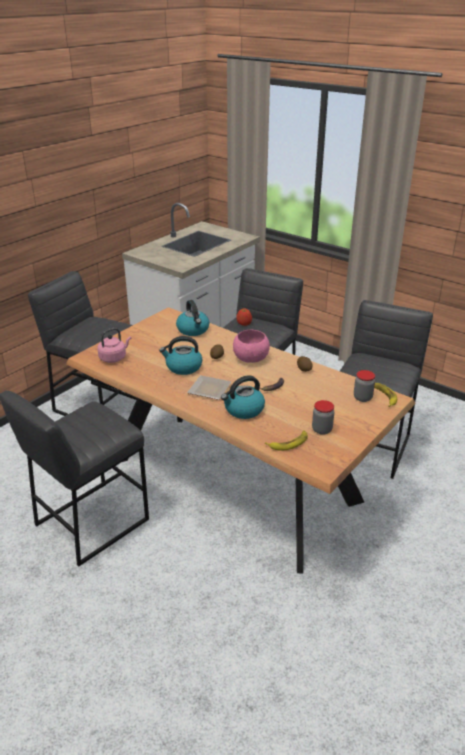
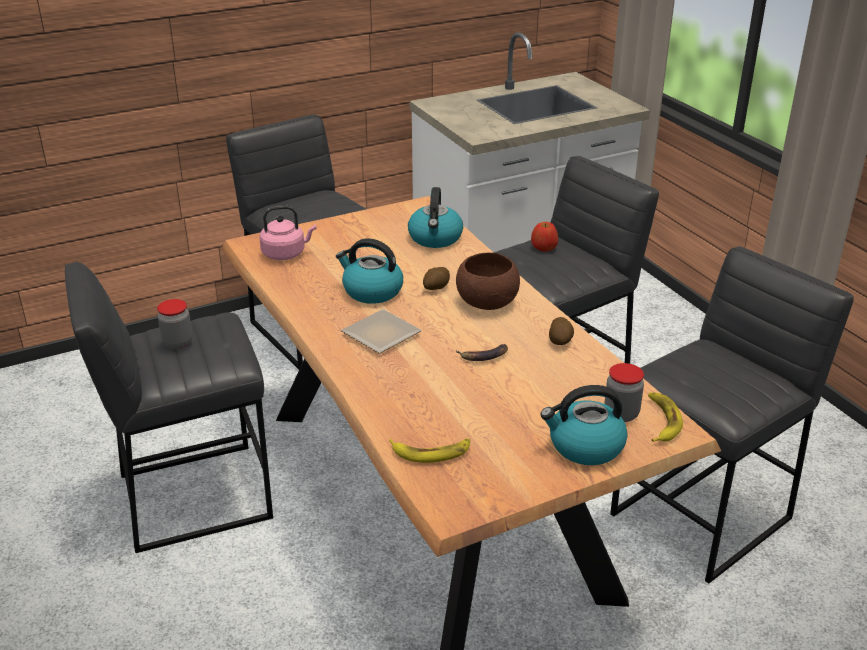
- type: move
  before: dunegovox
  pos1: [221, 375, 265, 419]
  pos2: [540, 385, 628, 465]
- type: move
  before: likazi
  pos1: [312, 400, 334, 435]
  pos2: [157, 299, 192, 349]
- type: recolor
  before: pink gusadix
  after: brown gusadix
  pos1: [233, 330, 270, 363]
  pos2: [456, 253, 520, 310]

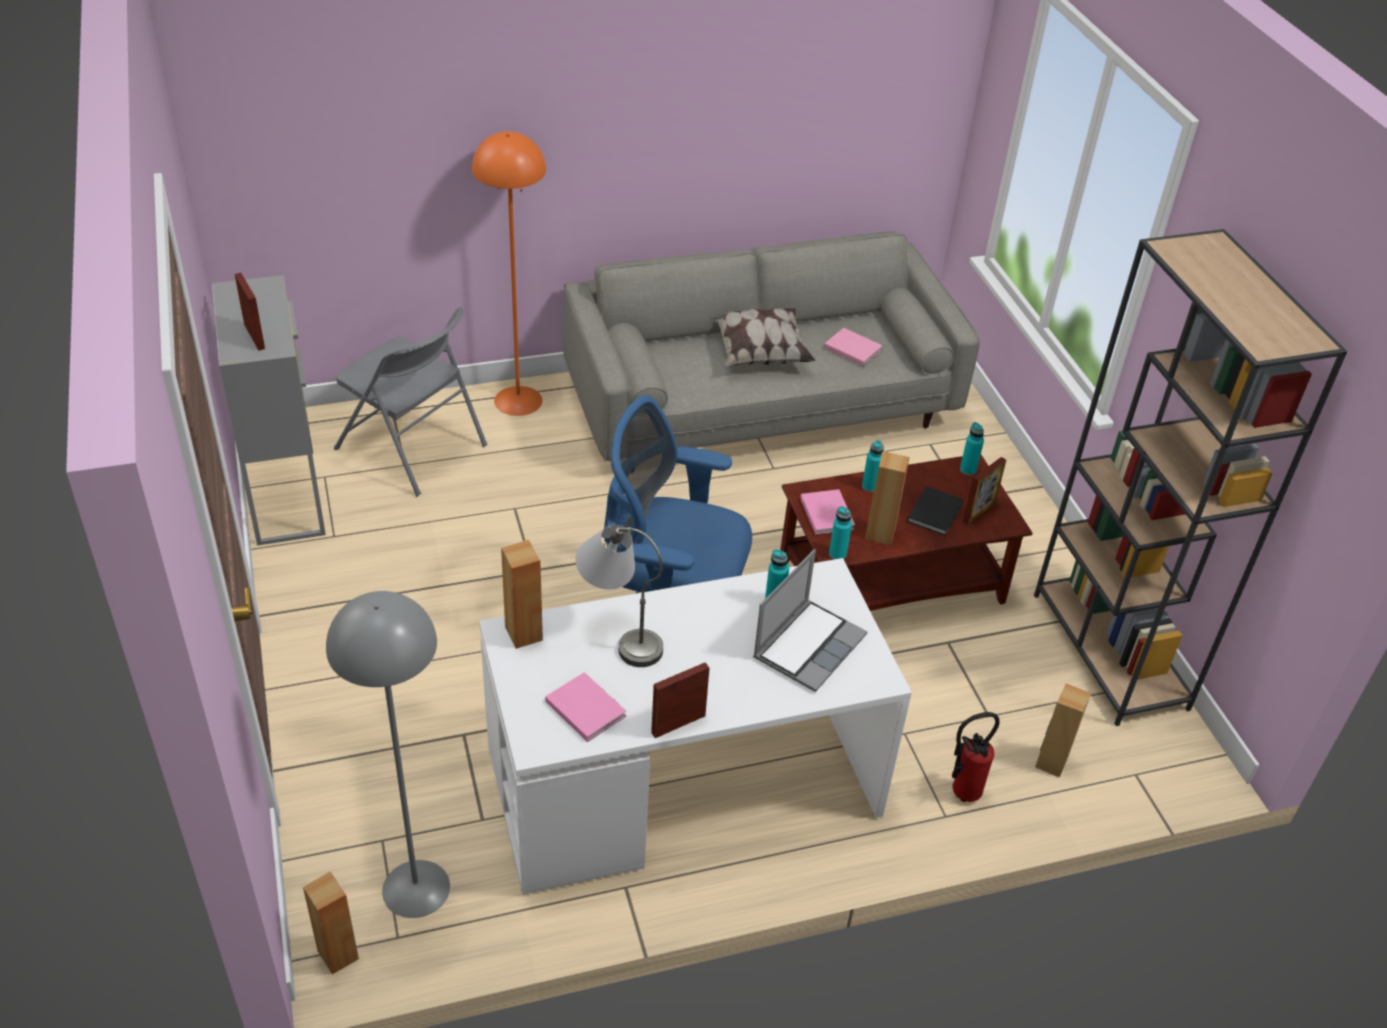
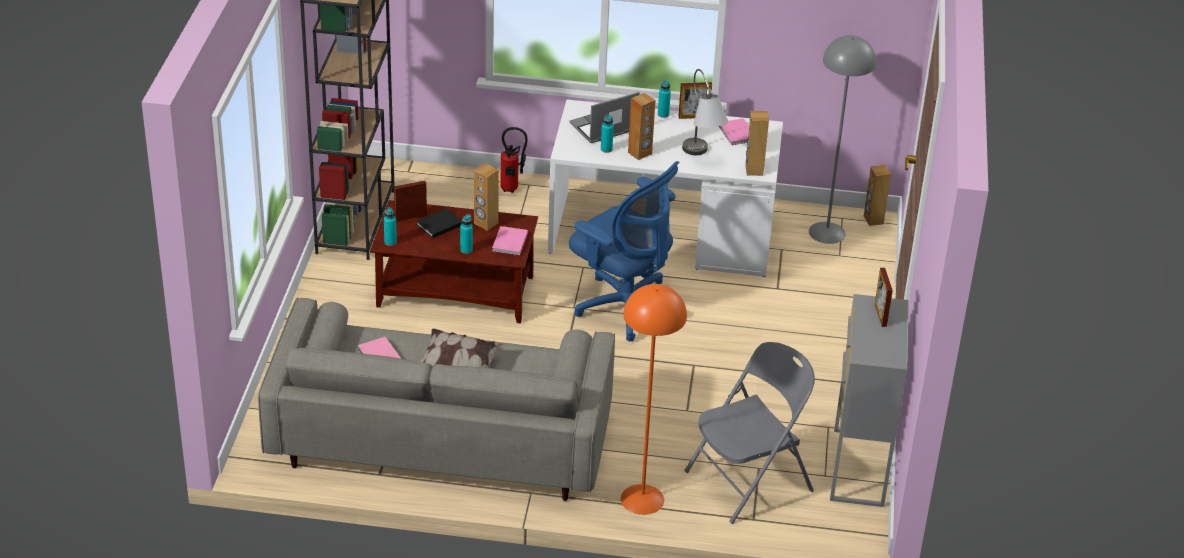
- type: move
  before: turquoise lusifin
  pos1: [829, 506, 852, 560]
  pos2: [658, 80, 671, 118]
- type: move
  before: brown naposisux
  pos1: [1035, 684, 1091, 778]
  pos2: [628, 93, 655, 160]
- type: rotate
  before: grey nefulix
  pos1: [334, 307, 487, 497]
  pos2: [684, 342, 815, 524]
  turn: 90

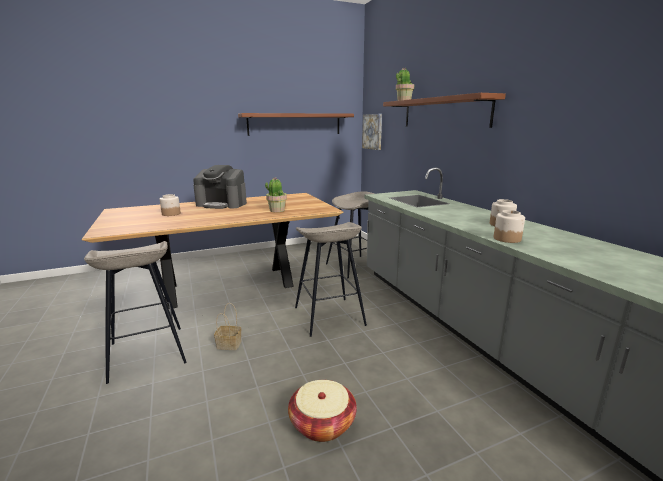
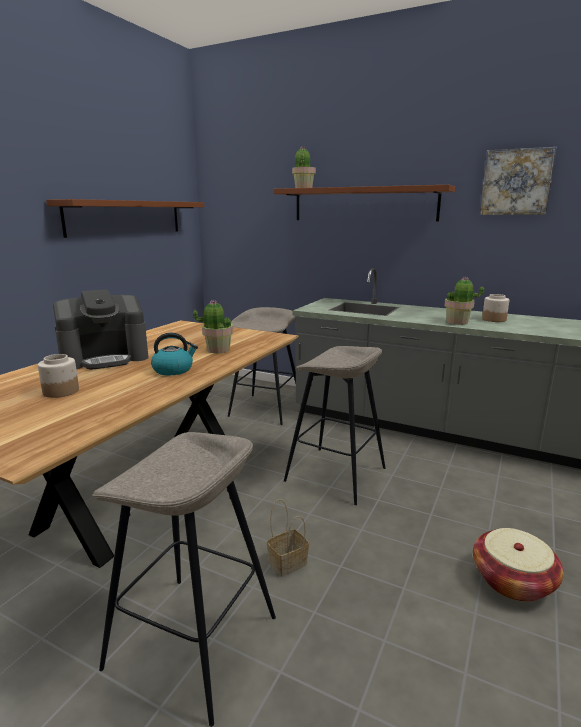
- type: delete
  before: likazi
  pos1: [494, 210, 525, 243]
- type: insert
  after: dunegovox
  pos2: [151, 333, 198, 375]
- type: insert
  after: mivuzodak
  pos2: [444, 277, 484, 325]
- type: move
  before: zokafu
  pos1: [362, 114, 382, 150]
  pos2: [479, 147, 557, 215]

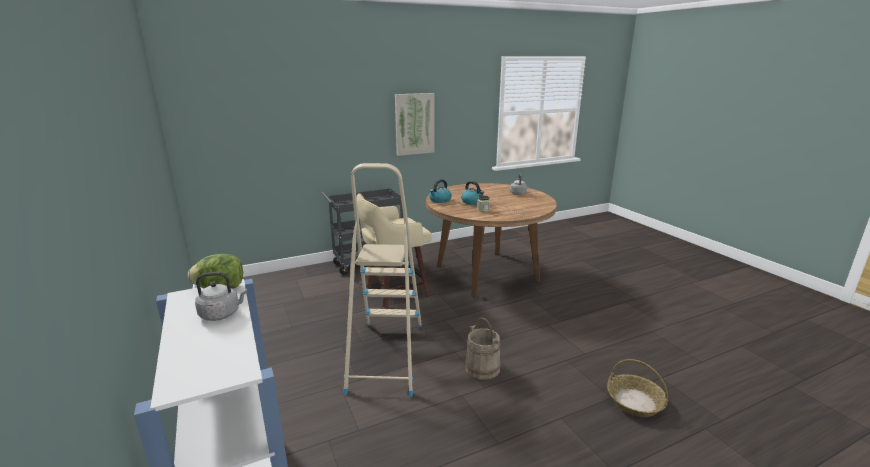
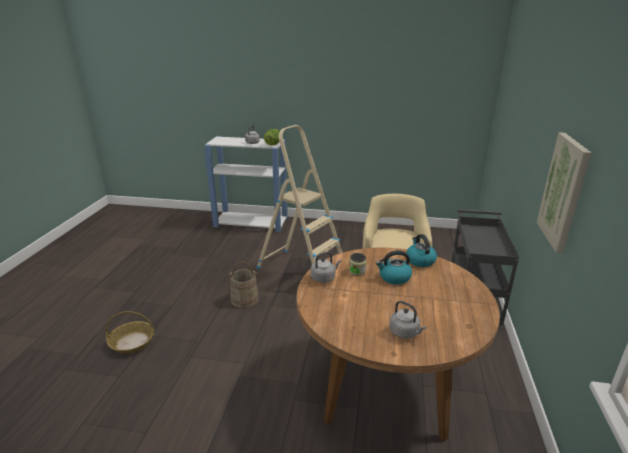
- type: insert
  after: grey dunegovox
  pos2: [311, 252, 341, 283]

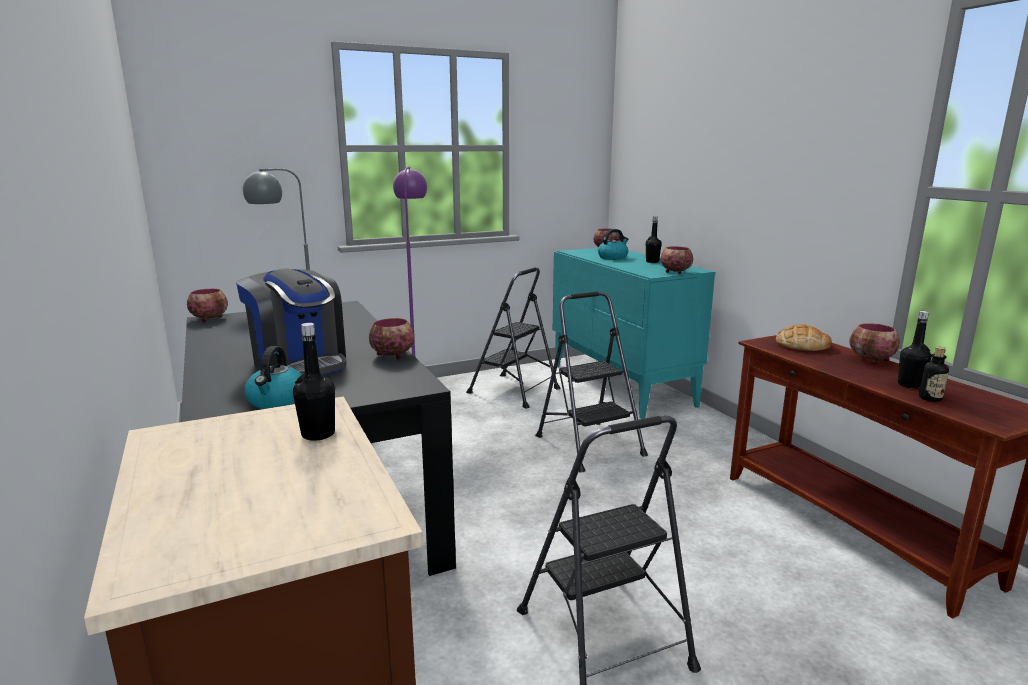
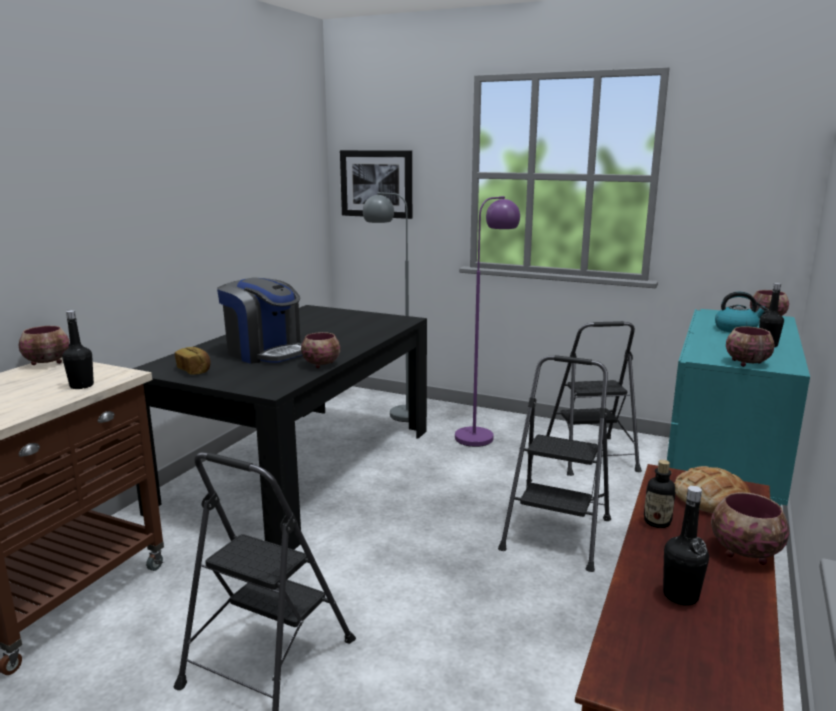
- type: insert
  after: zokafu
  pos2: [340, 150, 412, 219]
- type: move
  before: gusadix
  pos1: [187, 288, 228, 322]
  pos2: [19, 326, 70, 365]
- type: move
  before: lusifin
  pos1: [919, 347, 949, 402]
  pos2: [644, 460, 676, 528]
- type: replace
  before: dunegovox
  after: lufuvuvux
  pos1: [244, 346, 301, 409]
  pos2: [175, 347, 210, 375]
- type: rotate
  before: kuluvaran
  pos1: [236, 269, 347, 375]
  pos2: [217, 277, 302, 364]
  turn: -60

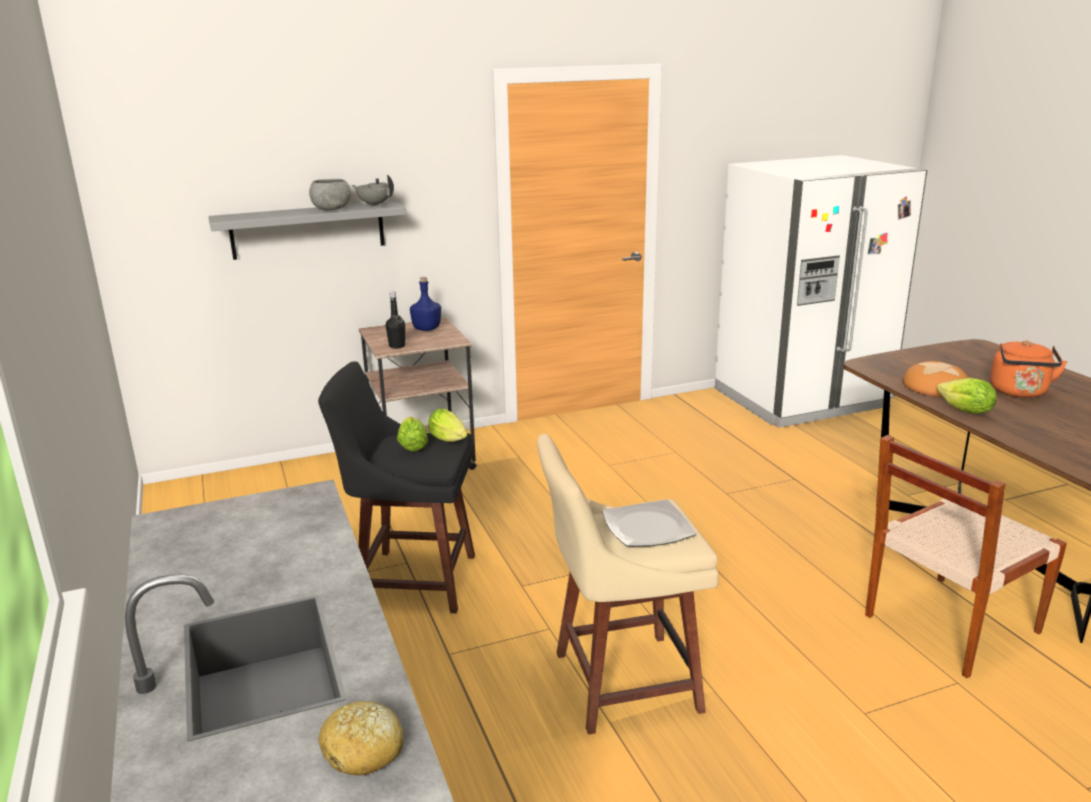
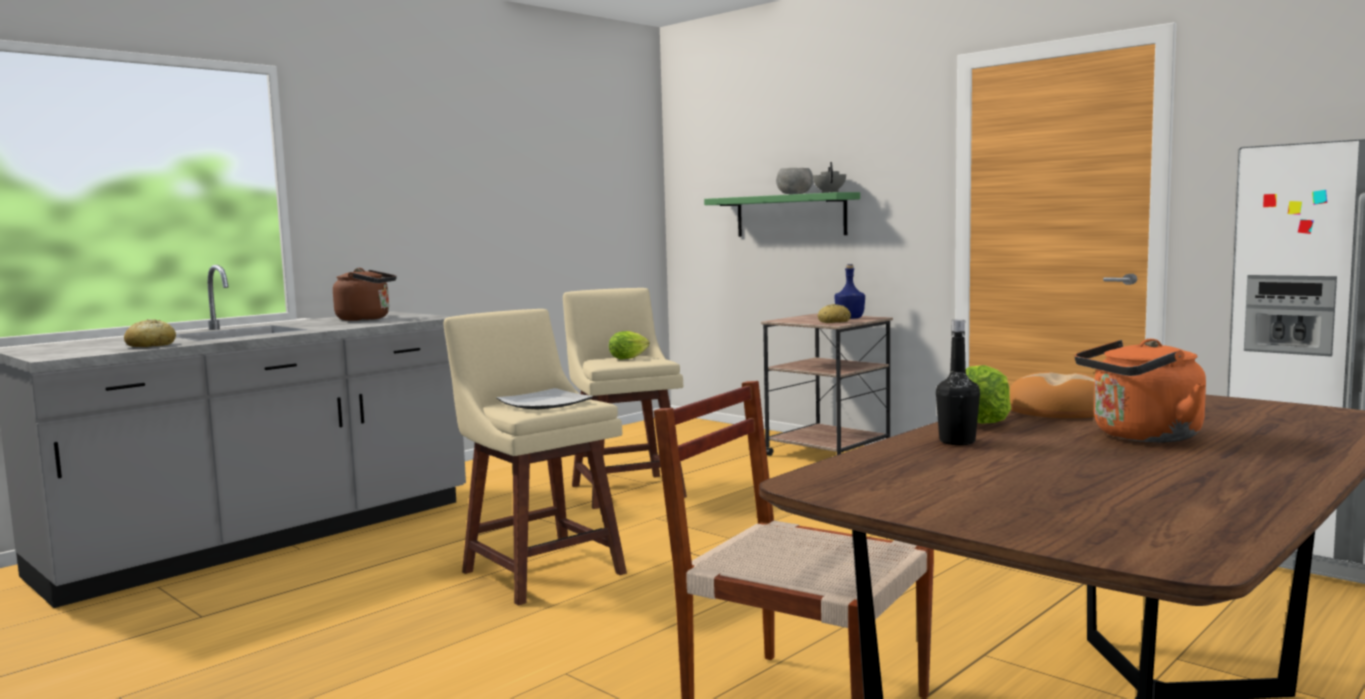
- type: delete
  before: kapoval
  pos1: [428, 408, 467, 442]
- type: insert
  after: brown dunegovox
  pos2: [333, 268, 397, 321]
- type: insert
  after: lufuvuvux
  pos2: [818, 304, 851, 323]
- type: move
  before: black lusifin
  pos1: [386, 291, 405, 349]
  pos2: [936, 319, 980, 445]
- type: recolor
  before: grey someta
  after: green someta
  pos1: [208, 201, 406, 260]
  pos2: [704, 192, 860, 237]
- type: recolor
  before: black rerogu
  after: beige rerogu
  pos1: [318, 361, 475, 613]
  pos2: [563, 288, 687, 509]

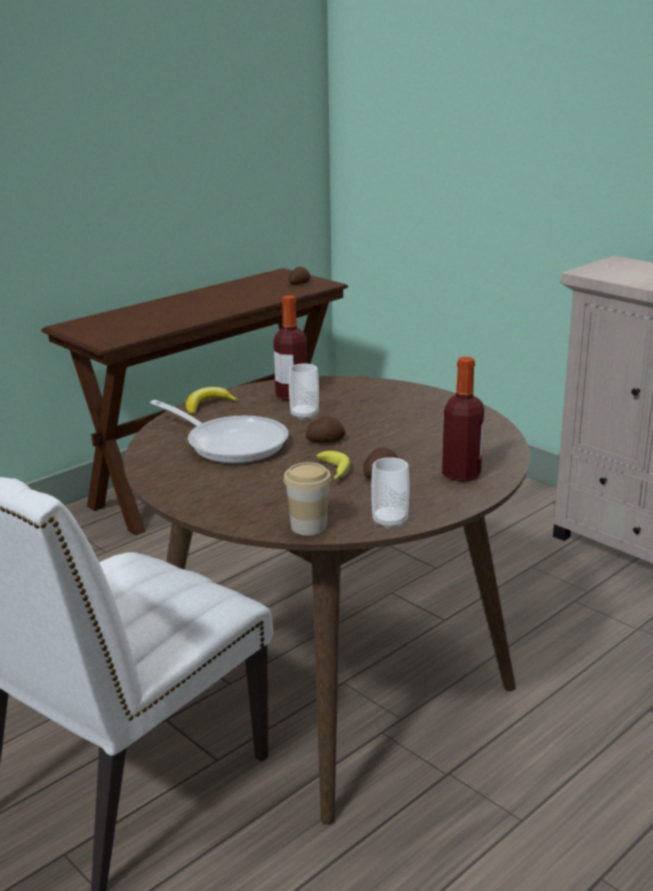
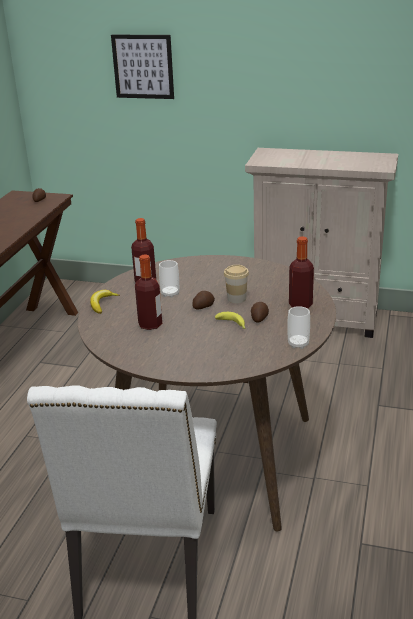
- type: insert
  after: zokafu
  pos2: [111, 35, 174, 99]
- type: move
  before: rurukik
  pos1: [283, 462, 331, 535]
  pos2: [224, 265, 249, 303]
- type: replace
  before: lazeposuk
  after: lusifin
  pos1: [150, 400, 289, 464]
  pos2: [135, 254, 162, 330]

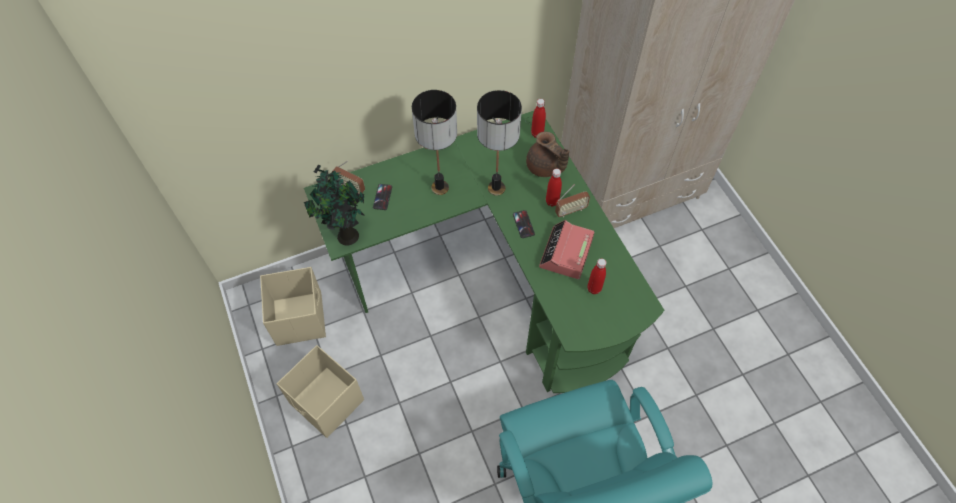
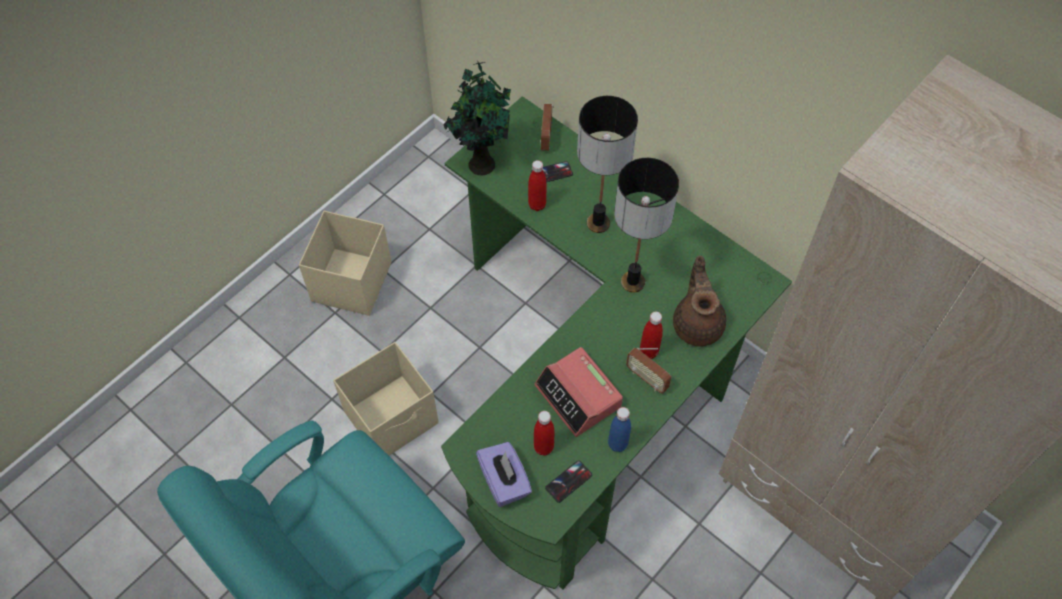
- type: insert
  after: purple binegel
  pos2: [476, 442, 532, 507]
- type: insert
  after: blue lusifin
  pos2: [608, 407, 631, 452]
- type: move
  before: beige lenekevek
  pos1: [260, 267, 326, 346]
  pos2: [333, 342, 439, 455]
- type: move
  before: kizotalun
  pos1: [513, 210, 535, 238]
  pos2: [545, 460, 592, 503]
- type: move
  before: red lusifin
  pos1: [531, 99, 546, 138]
  pos2: [528, 160, 546, 211]
- type: rotate
  before: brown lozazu
  pos1: [526, 131, 569, 177]
  pos2: [673, 256, 726, 347]
  turn: 150
- type: rotate
  before: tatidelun
  pos1: [539, 220, 594, 279]
  pos2: [534, 347, 623, 437]
  turn: -120

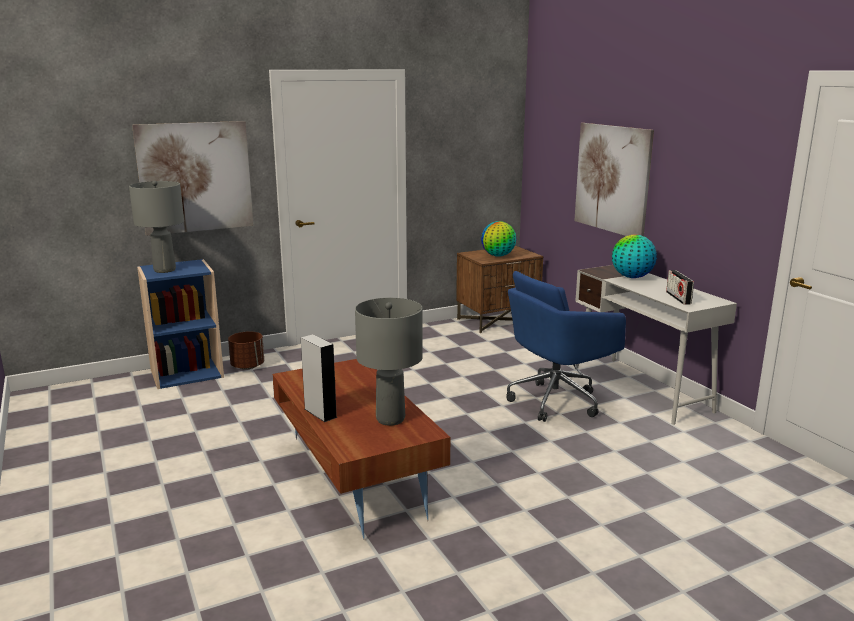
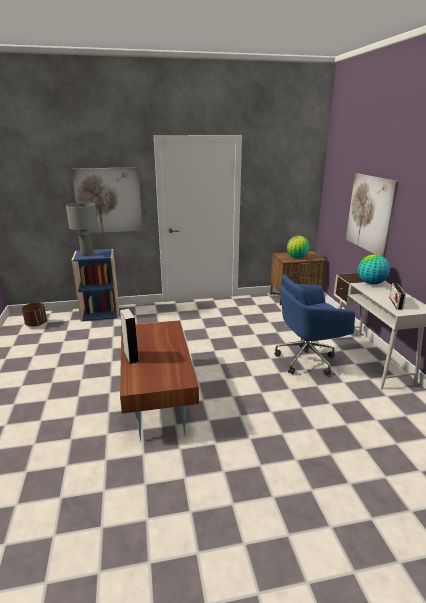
- type: delete
  before: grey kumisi
  pos1: [355, 298, 423, 426]
- type: move
  before: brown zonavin
  pos1: [228, 332, 264, 370]
  pos2: [22, 303, 47, 327]

